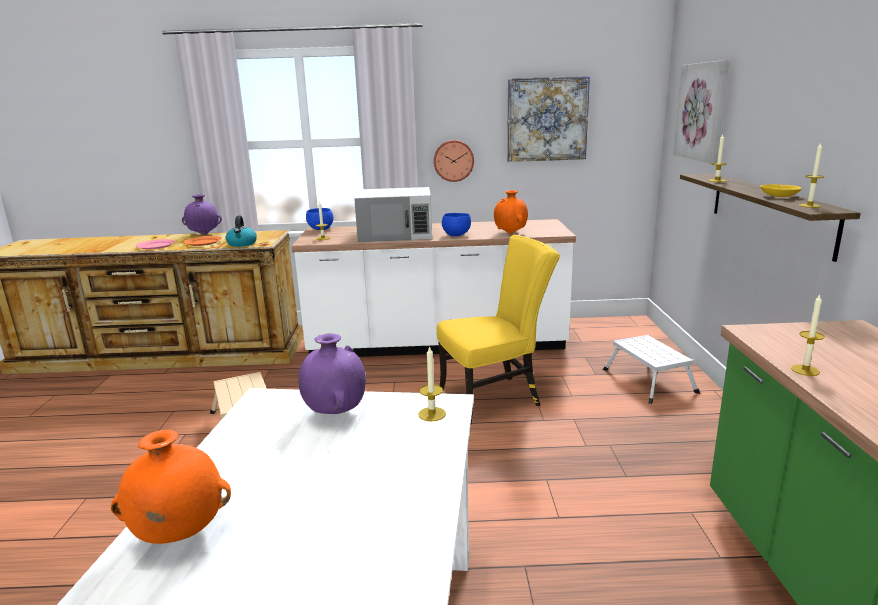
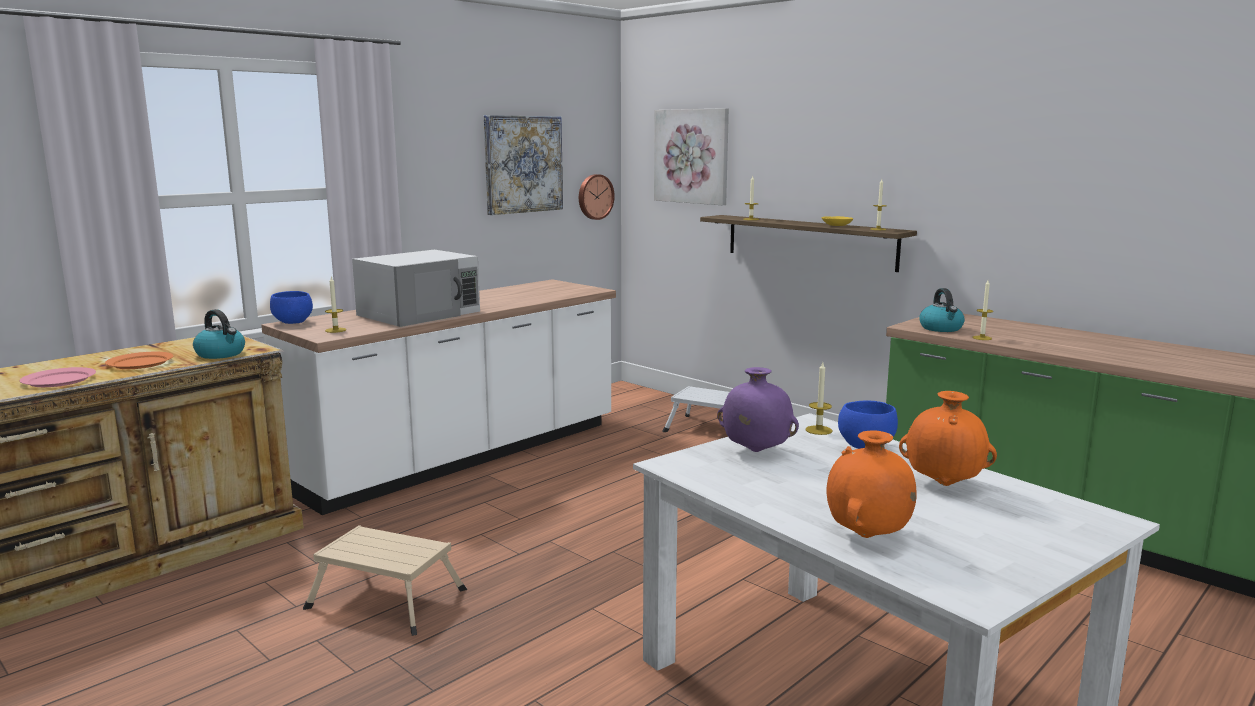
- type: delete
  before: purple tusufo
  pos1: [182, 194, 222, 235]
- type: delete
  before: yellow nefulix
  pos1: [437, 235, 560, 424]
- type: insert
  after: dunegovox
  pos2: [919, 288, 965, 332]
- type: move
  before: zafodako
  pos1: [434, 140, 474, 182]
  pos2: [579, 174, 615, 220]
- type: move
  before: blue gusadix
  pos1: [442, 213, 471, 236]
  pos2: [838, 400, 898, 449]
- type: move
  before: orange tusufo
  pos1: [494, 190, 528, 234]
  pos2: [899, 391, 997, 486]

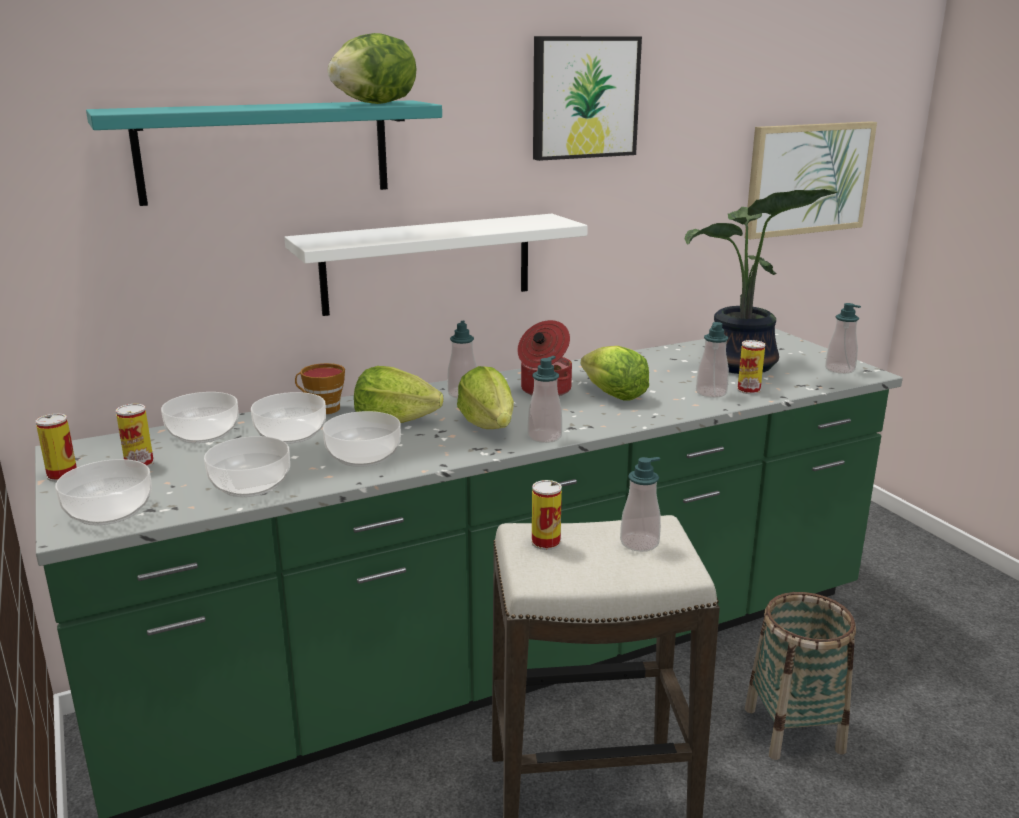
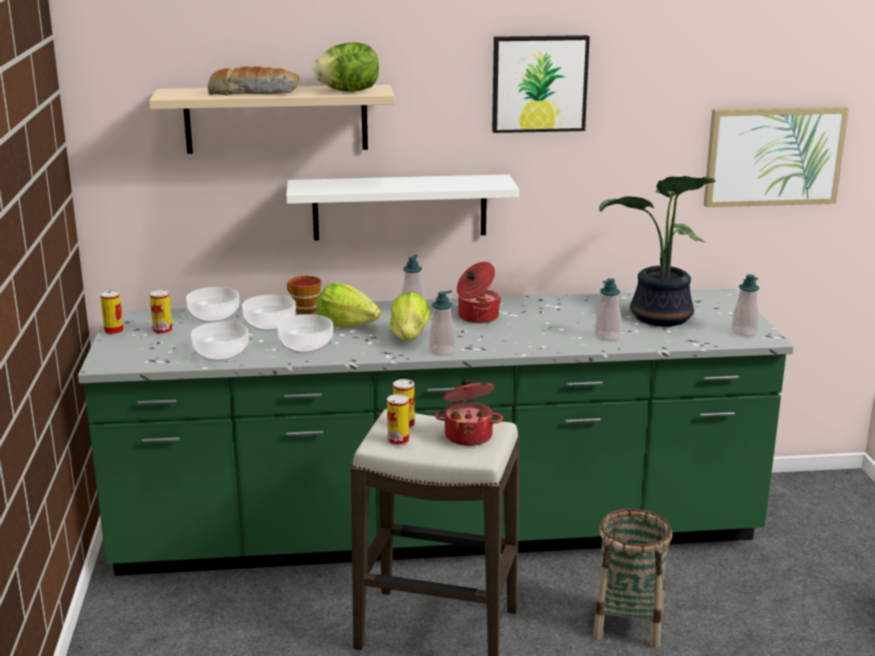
- type: delete
  before: gusadix
  pos1: [55, 459, 152, 525]
- type: delete
  before: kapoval
  pos1: [580, 346, 649, 400]
- type: insert
  after: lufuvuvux
  pos2: [208, 66, 299, 95]
- type: move
  before: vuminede
  pos1: [737, 340, 765, 394]
  pos2: [387, 394, 409, 446]
- type: replace
  before: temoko
  after: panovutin
  pos1: [620, 457, 661, 552]
  pos2: [435, 379, 503, 446]
- type: recolor
  before: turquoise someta
  after: beige someta
  pos1: [86, 100, 442, 206]
  pos2: [149, 85, 395, 154]

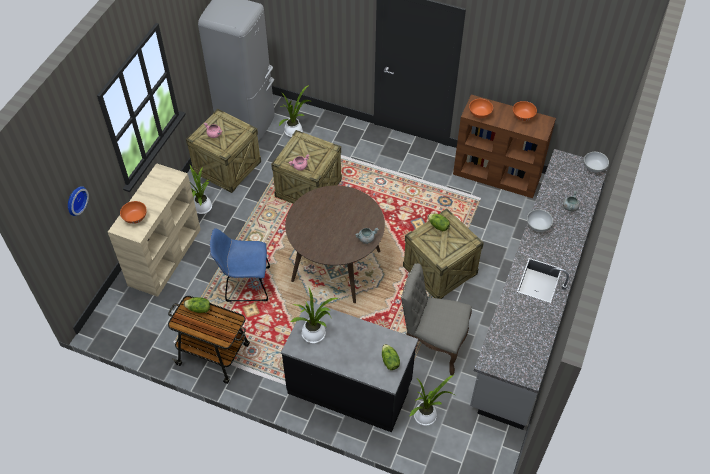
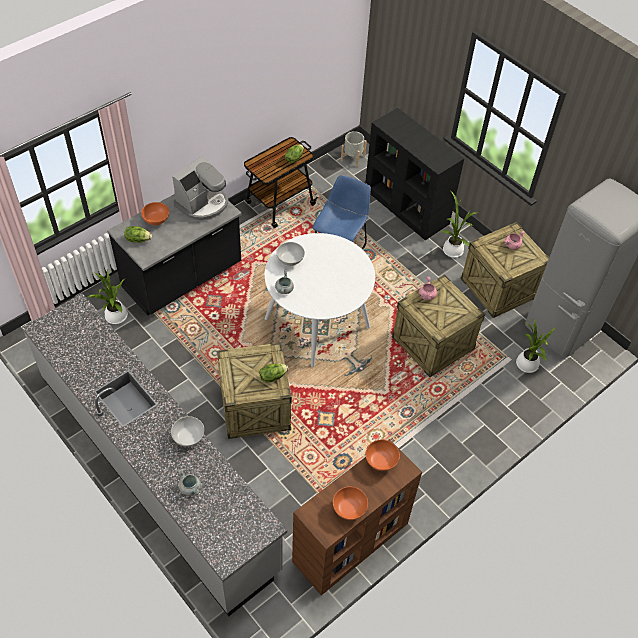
- type: delete
  before: zafodako
  pos1: [68, 186, 89, 216]
- type: delete
  before: grey nefulix
  pos1: [401, 264, 472, 376]
- type: insert
  after: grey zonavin
  pos2: [341, 131, 367, 167]
- type: move
  before: orange gusadix
  pos1: [120, 201, 147, 224]
  pos2: [141, 202, 169, 225]
- type: move
  before: white gusadix
  pos1: [584, 152, 609, 172]
  pos2: [276, 242, 305, 266]
- type: replace
  before: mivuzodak
  after: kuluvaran
  pos1: [291, 288, 338, 343]
  pos2: [172, 156, 228, 221]
- type: recolor
  before: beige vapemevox
  after: black vapemevox
  pos1: [108, 163, 201, 297]
  pos2: [365, 108, 464, 240]
- type: recolor
  before: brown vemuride
  after: white vemuride
  pos1: [285, 185, 385, 303]
  pos2: [265, 233, 375, 367]

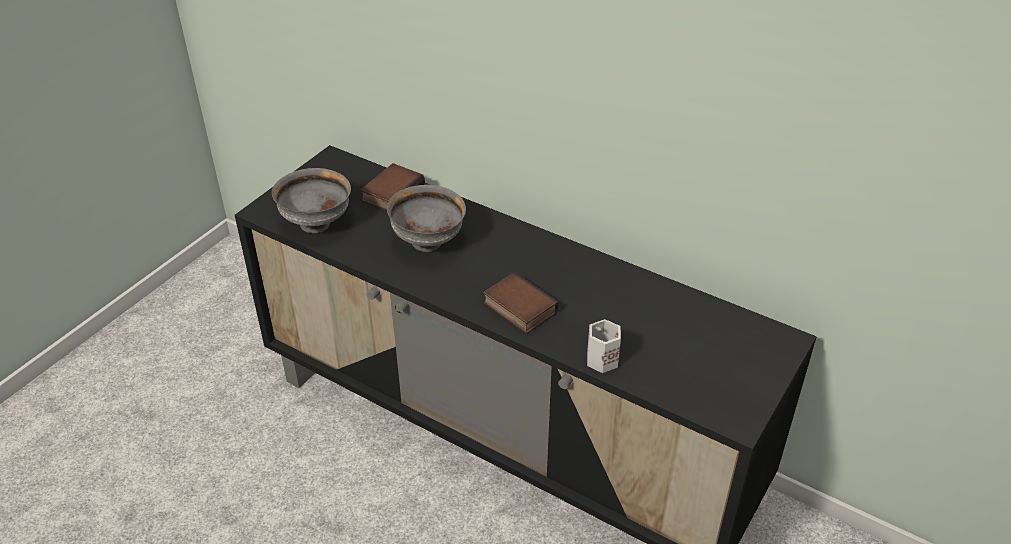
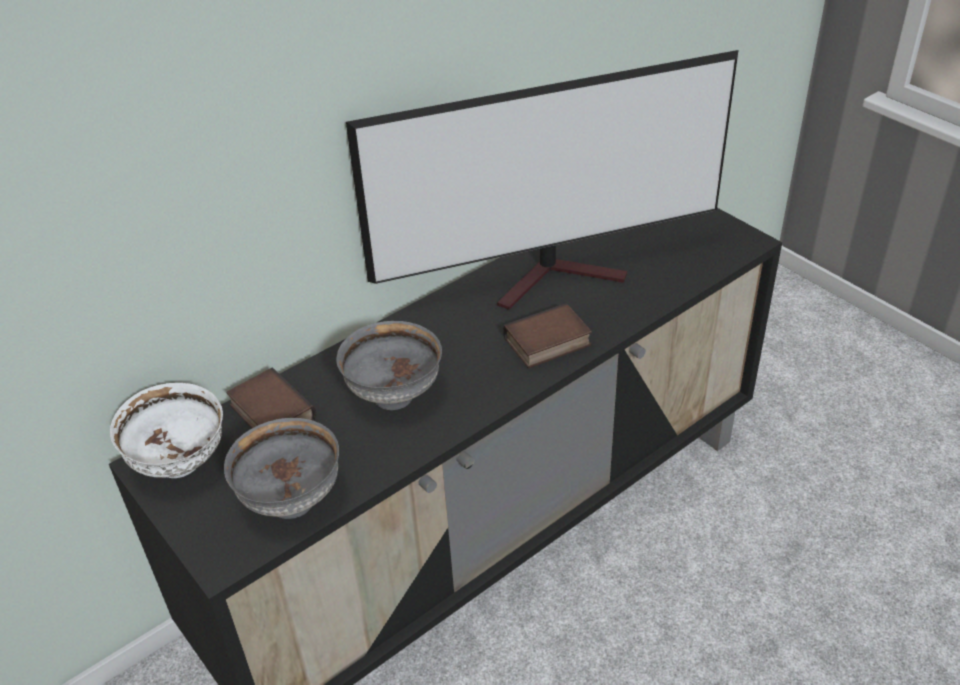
- type: delete
  before: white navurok
  pos1: [587, 319, 621, 373]
- type: insert
  after: white gusadix
  pos2: [110, 383, 223, 478]
- type: insert
  after: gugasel
  pos2: [346, 50, 739, 310]

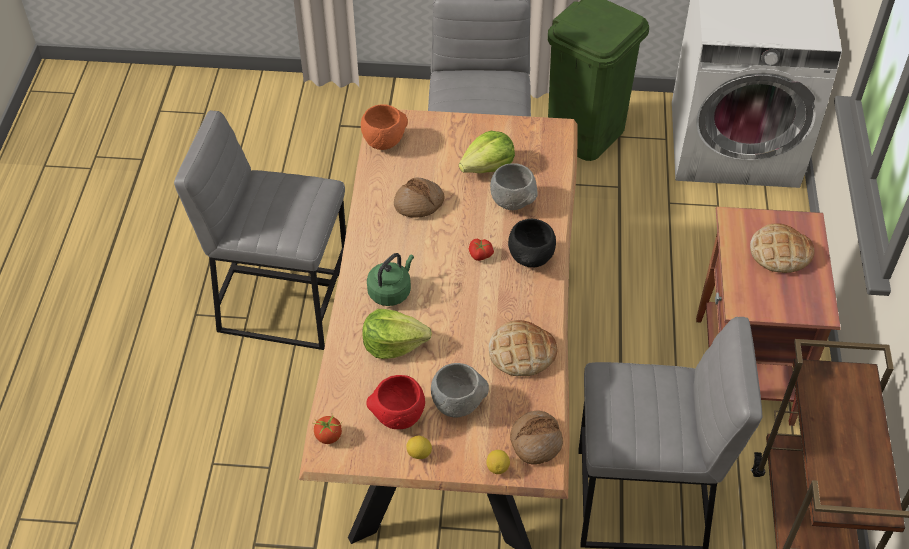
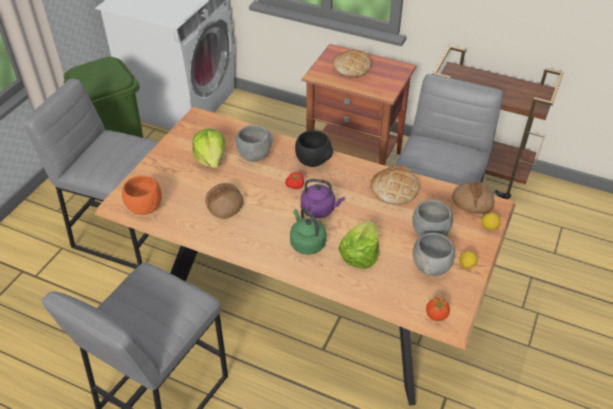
- type: insert
  after: purple dunegovox
  pos2: [301, 179, 345, 218]
- type: recolor
  before: red gusadix
  after: grey gusadix
  pos1: [366, 375, 425, 429]
  pos2: [413, 233, 455, 276]

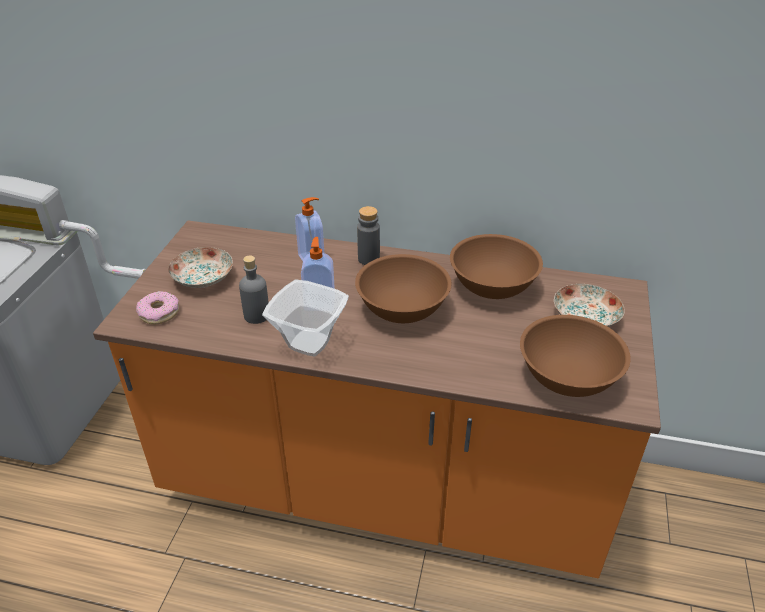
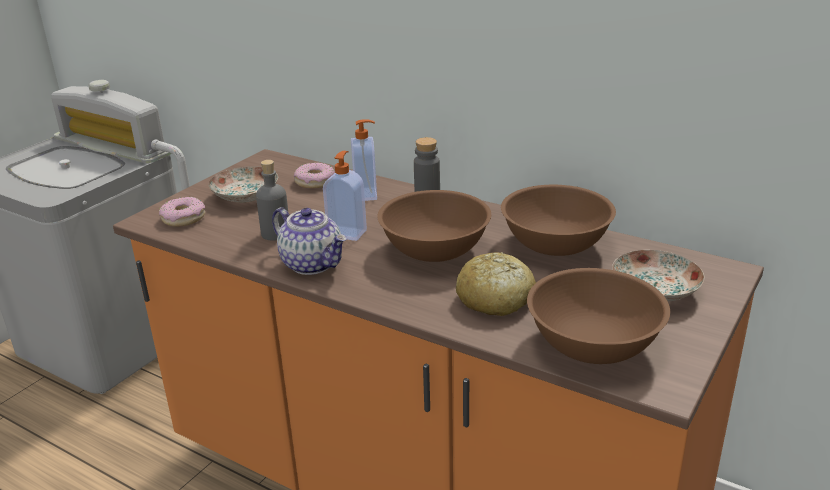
- type: insert
  after: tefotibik
  pos2: [294, 162, 335, 189]
- type: insert
  after: lufuvuvux
  pos2: [456, 252, 536, 316]
- type: replace
  before: gusadix
  after: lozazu
  pos1: [262, 280, 349, 356]
  pos2: [272, 207, 347, 275]

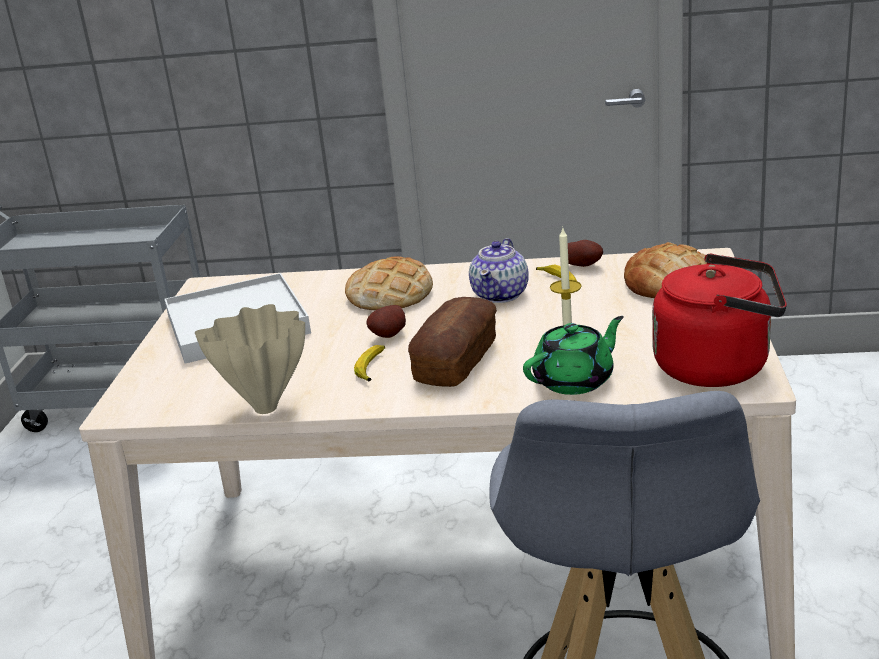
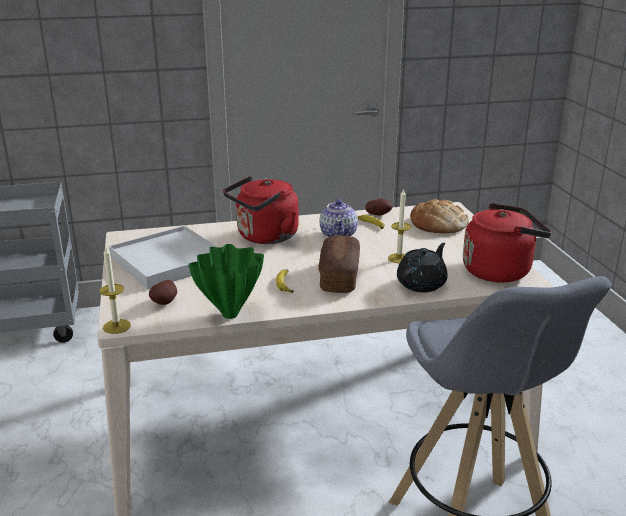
- type: insert
  after: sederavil
  pos2: [100, 247, 131, 334]
- type: move
  before: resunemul
  pos1: [366, 305, 406, 338]
  pos2: [149, 280, 177, 305]
- type: replace
  before: lufuvuvux
  after: red dunegovox
  pos1: [345, 256, 433, 310]
  pos2: [223, 176, 299, 244]
- type: recolor
  before: beige tusufo
  after: green tusufo
  pos1: [195, 304, 305, 414]
  pos2: [188, 244, 264, 319]
- type: recolor
  before: green lozazu
  after: black lozazu
  pos1: [523, 316, 624, 395]
  pos2: [397, 243, 448, 292]

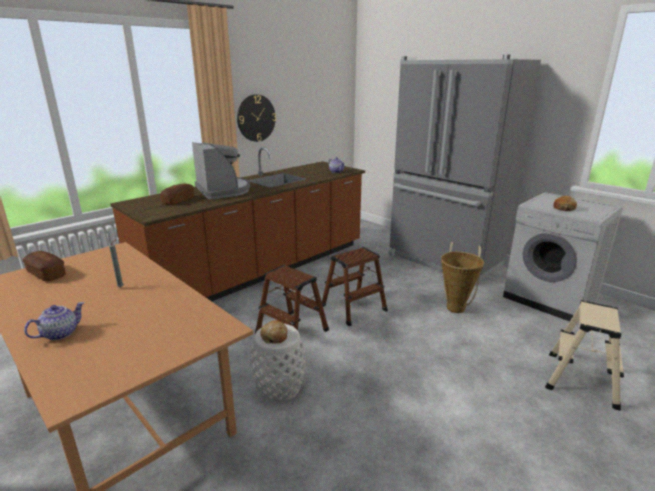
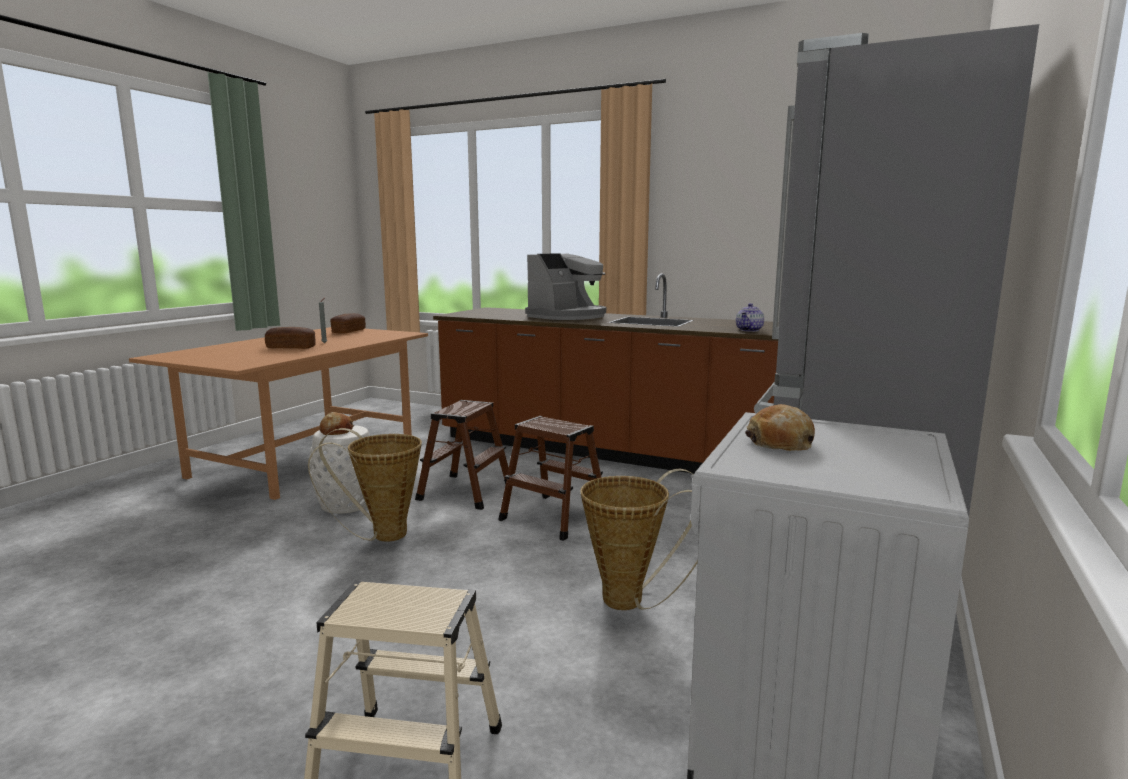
- type: delete
  before: lozazu
  pos1: [24, 302, 84, 340]
- type: delete
  before: zafodako
  pos1: [237, 94, 276, 142]
- type: insert
  after: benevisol
  pos2: [308, 428, 422, 542]
- type: move
  before: lufuvuvux
  pos1: [160, 183, 194, 205]
  pos2: [265, 327, 316, 349]

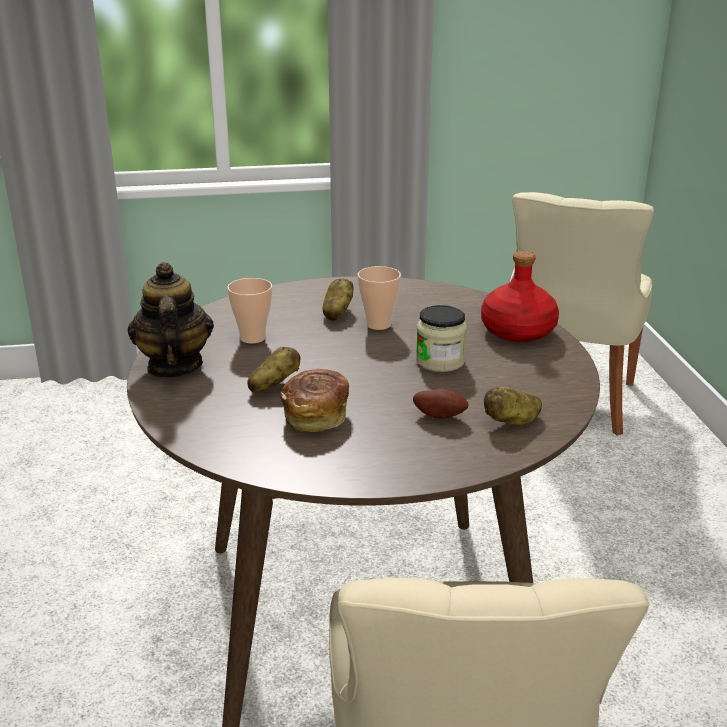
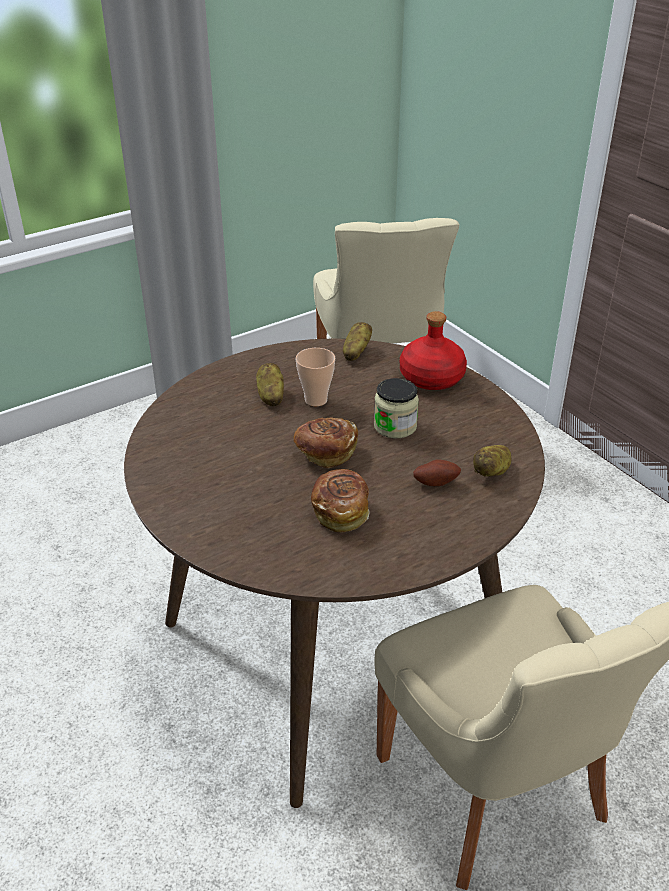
- type: delete
  before: lozazu
  pos1: [128, 262, 214, 378]
- type: delete
  before: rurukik
  pos1: [227, 278, 272, 344]
- type: insert
  after: lufuvuvux
  pos2: [294, 418, 358, 469]
- type: move
  before: resunemul
  pos1: [247, 347, 300, 393]
  pos2: [343, 322, 372, 361]

